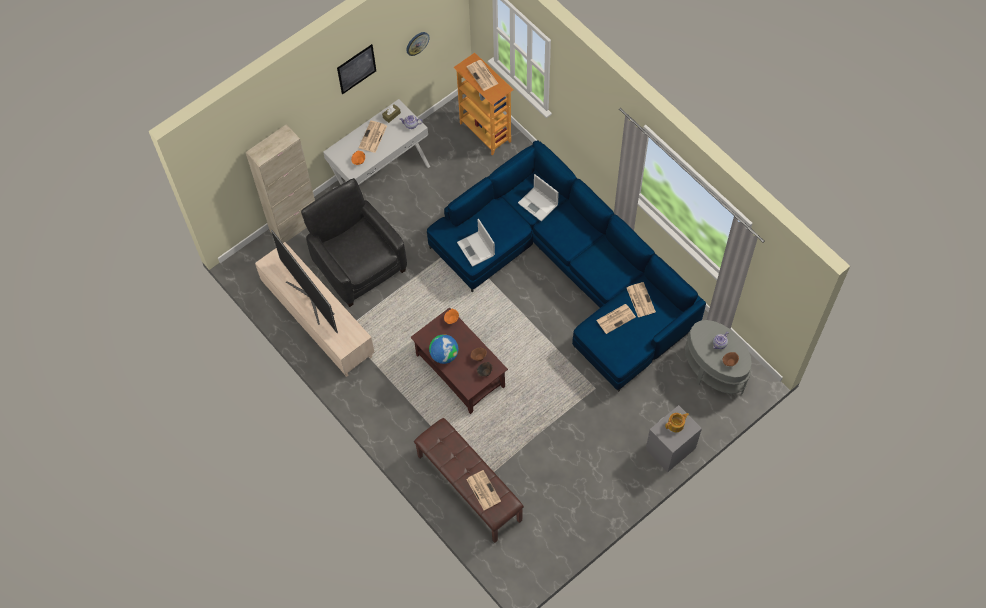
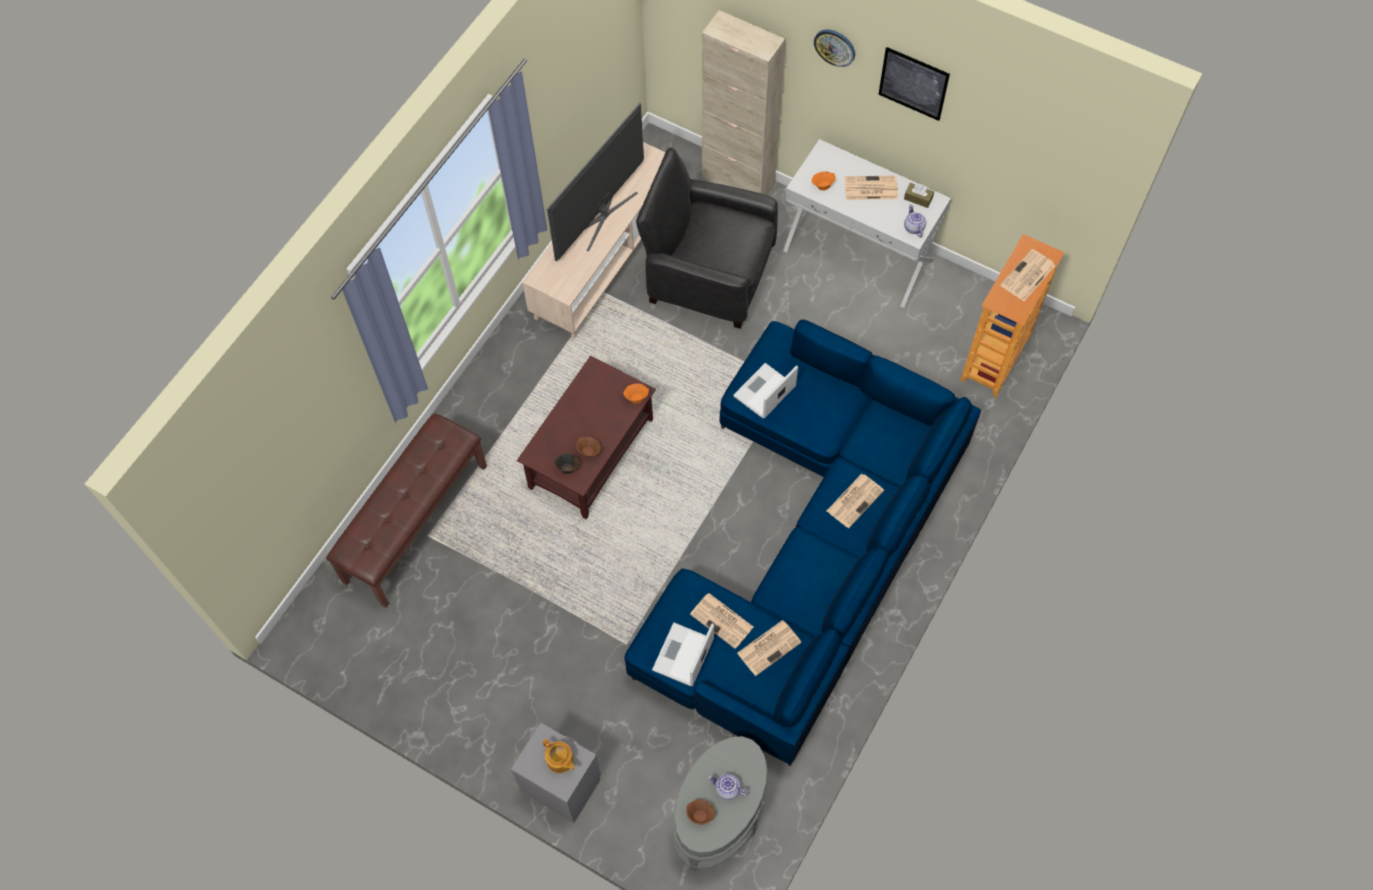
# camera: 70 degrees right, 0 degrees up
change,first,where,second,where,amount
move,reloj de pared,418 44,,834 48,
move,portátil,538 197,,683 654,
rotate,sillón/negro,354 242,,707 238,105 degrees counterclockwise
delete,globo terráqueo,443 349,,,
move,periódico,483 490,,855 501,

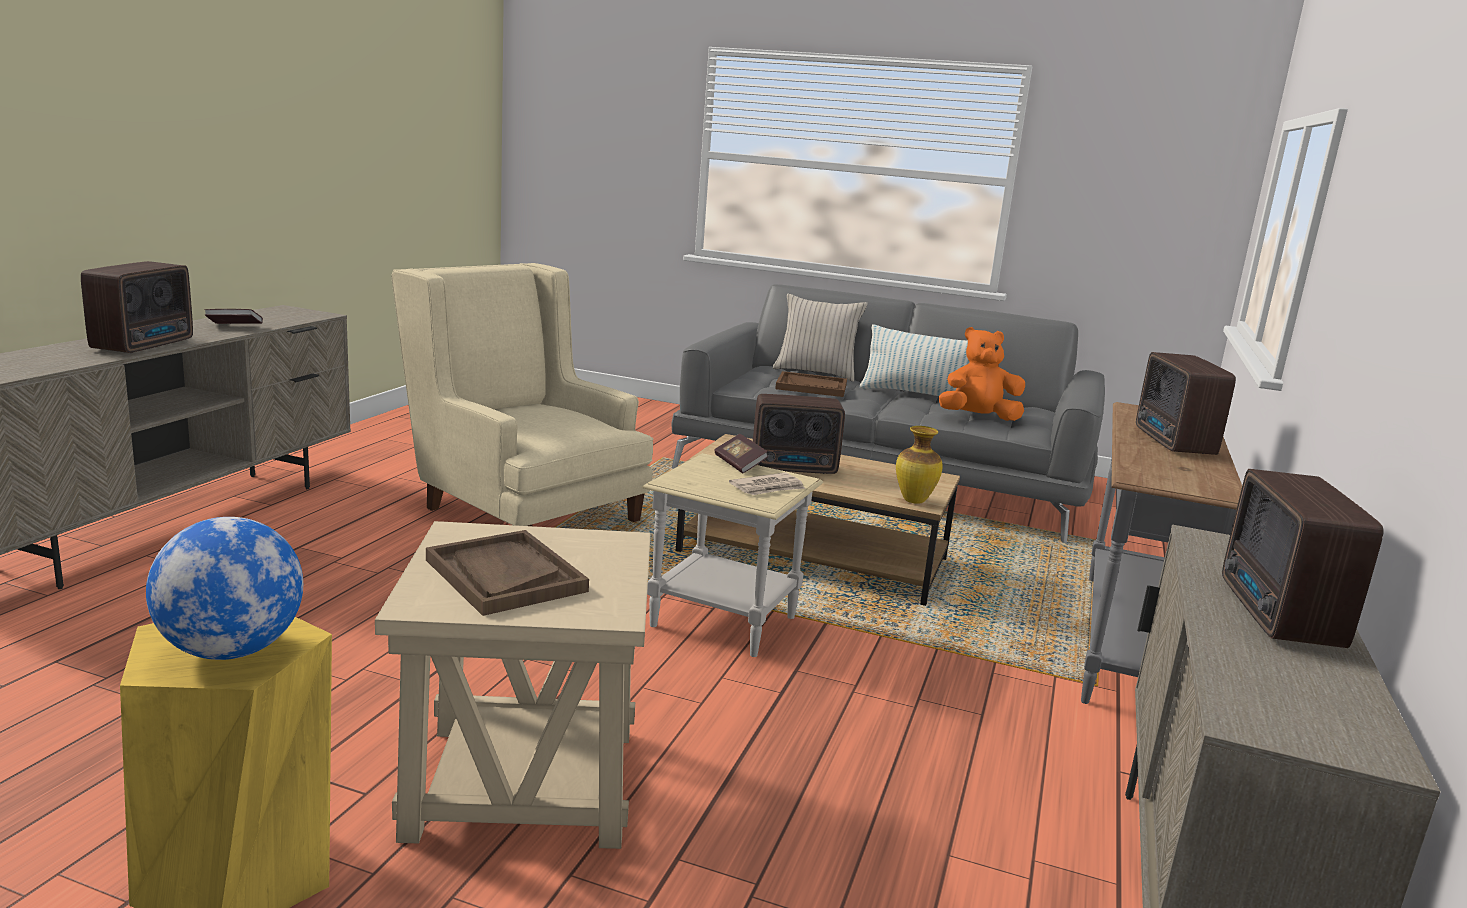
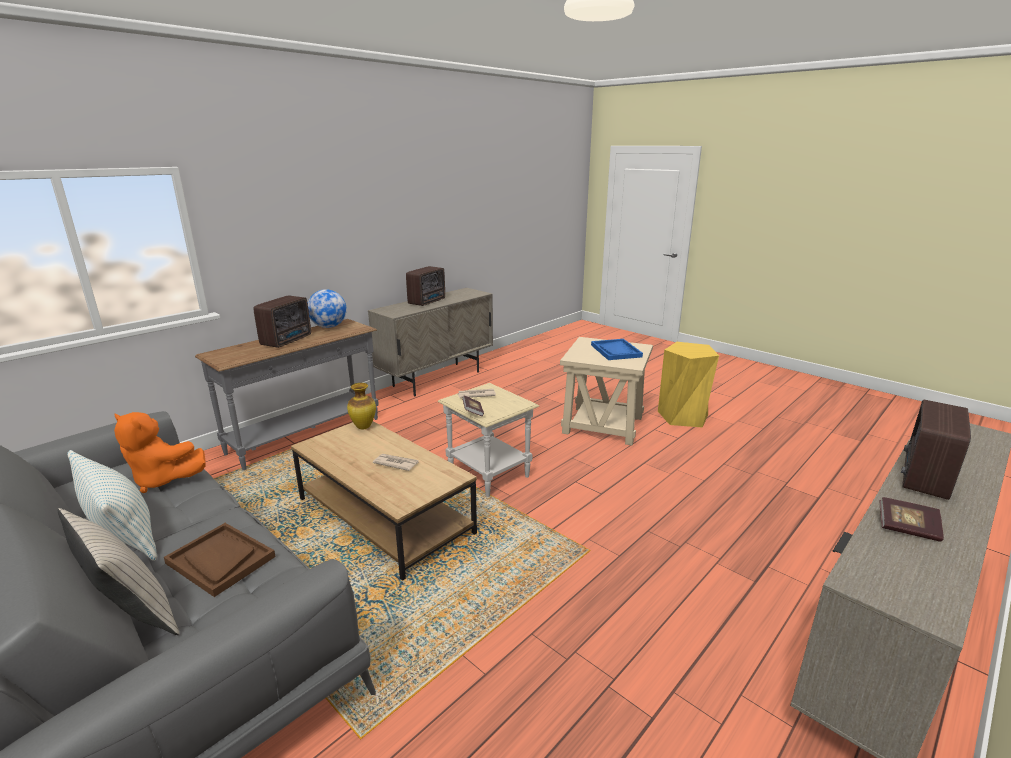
# camera: 155 degrees left, 5 degrees up
change,first,where,second,where,amount
delete,sillón/beis,522 394,,,
replace,radio,799 434,periódico,396 462,
move,globo terráqueo,224 588,,327 308,
recolor,bandeja/marrón,507 573,bandeja/azul,617 349,

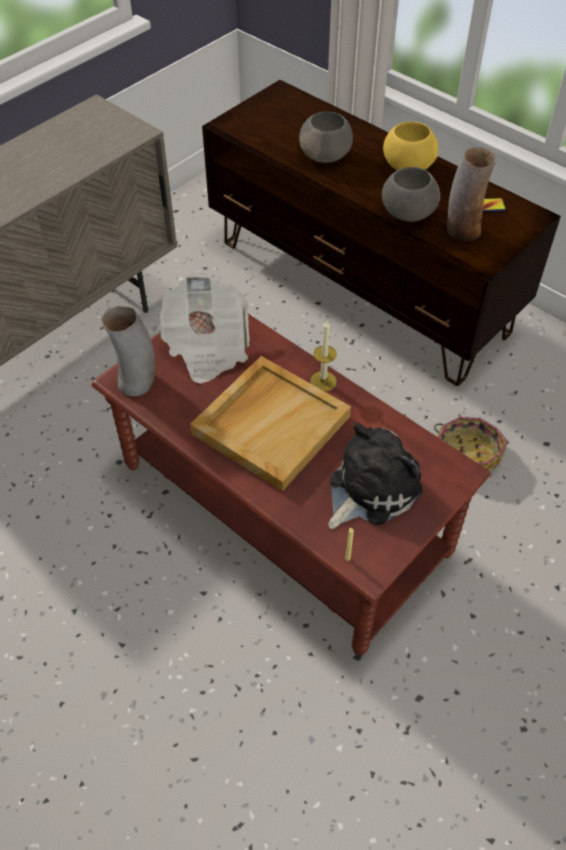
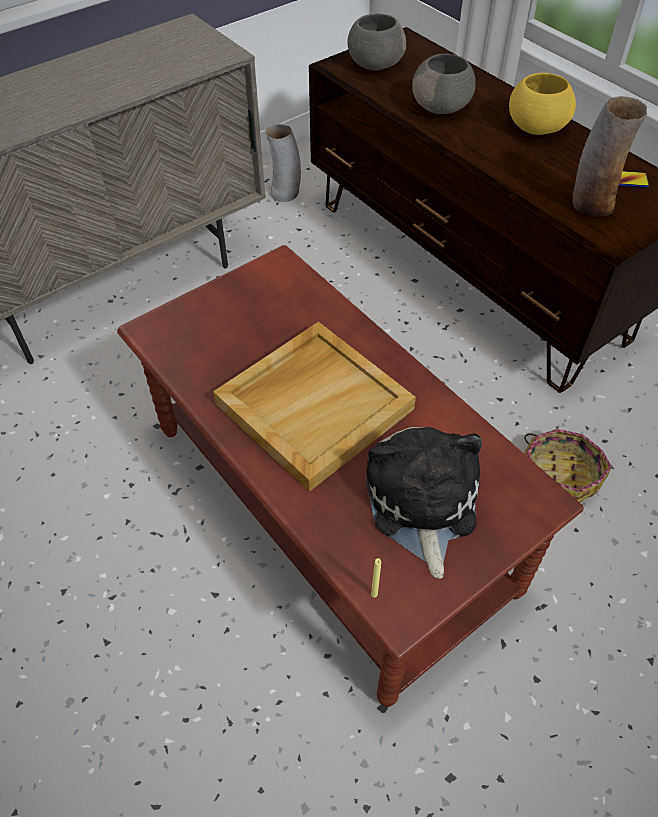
# camera: 10 degrees right, 0 degrees up
change,first,where,second,where,amount
move,cuenco/gris,411 194,,376 41,
delete,periódico,203 328,,,
move,florero,128 351,,283 163,
delete,vela,323 356,,,
rotate,peluche,375 475,,424 503,60 degrees counterclockwise

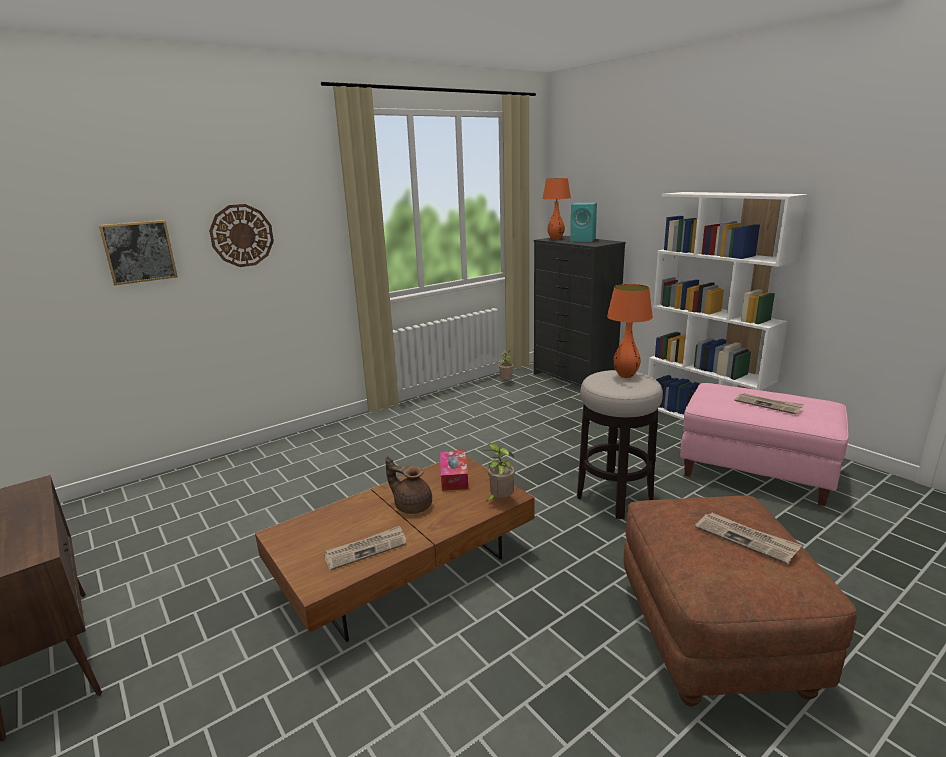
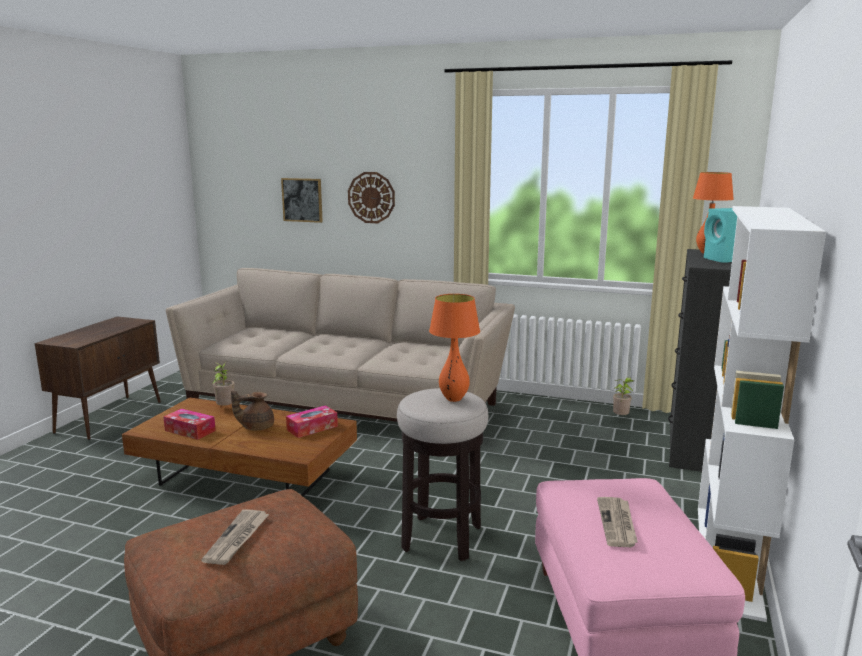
# camera: 55 degrees right, 5 degrees down
change,first,where,second,where,amount
move,planta en maceta,500 472,,223 384,
rotate,tetera/marrón,408 485,,252 410,105 degrees counterclockwise
replace,periódico,365 548,caja de pañuelos,189 424,
insert,,,sofá/beis,340 345,

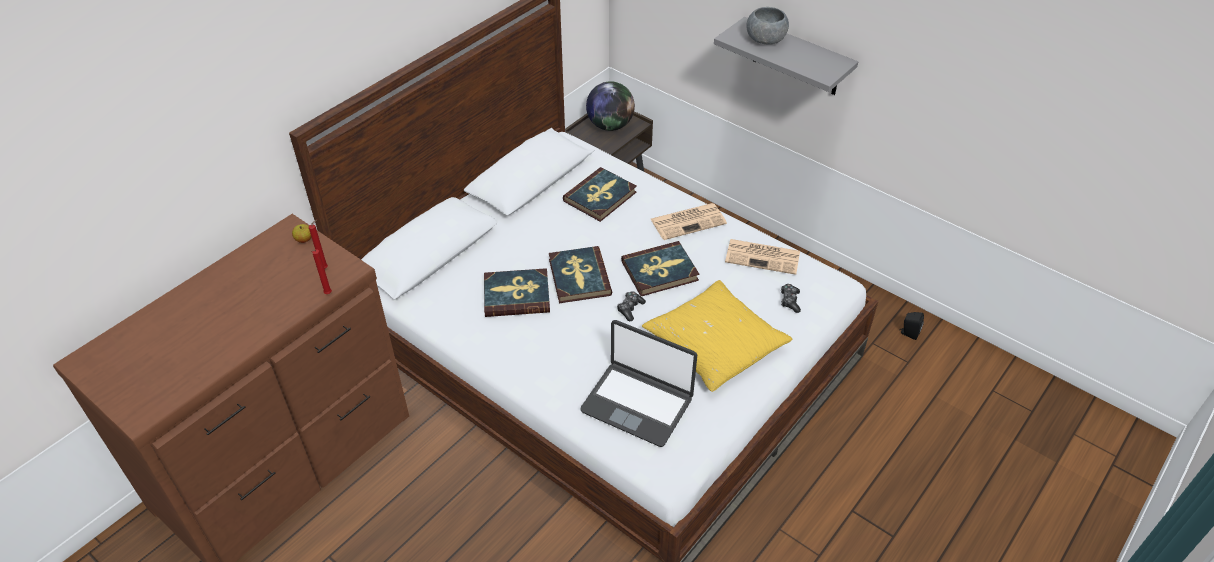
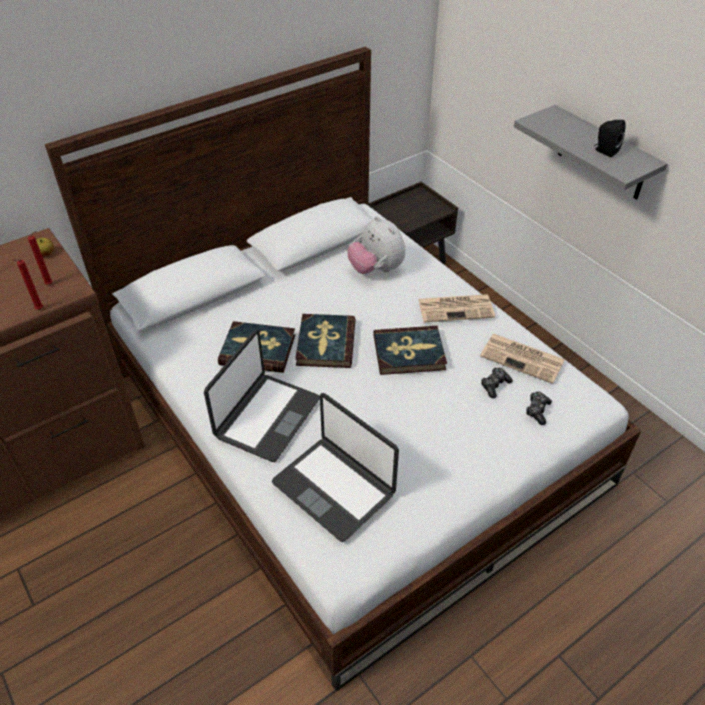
# camera: 15 degrees right, 0 degrees up
change,first,where,second,where,amount
delete,cuenco/gris,767 26,,,
delete,globo terráqueo,610 106,,,
replace,libro,600 194,peluche,376 245,
delete,cojín/amarillo,717 336,,,
move,mando de consola,631 306,,497 383,
move,altavoz/negro,911 326,,610 138,
insert,,,portátil,262 395,

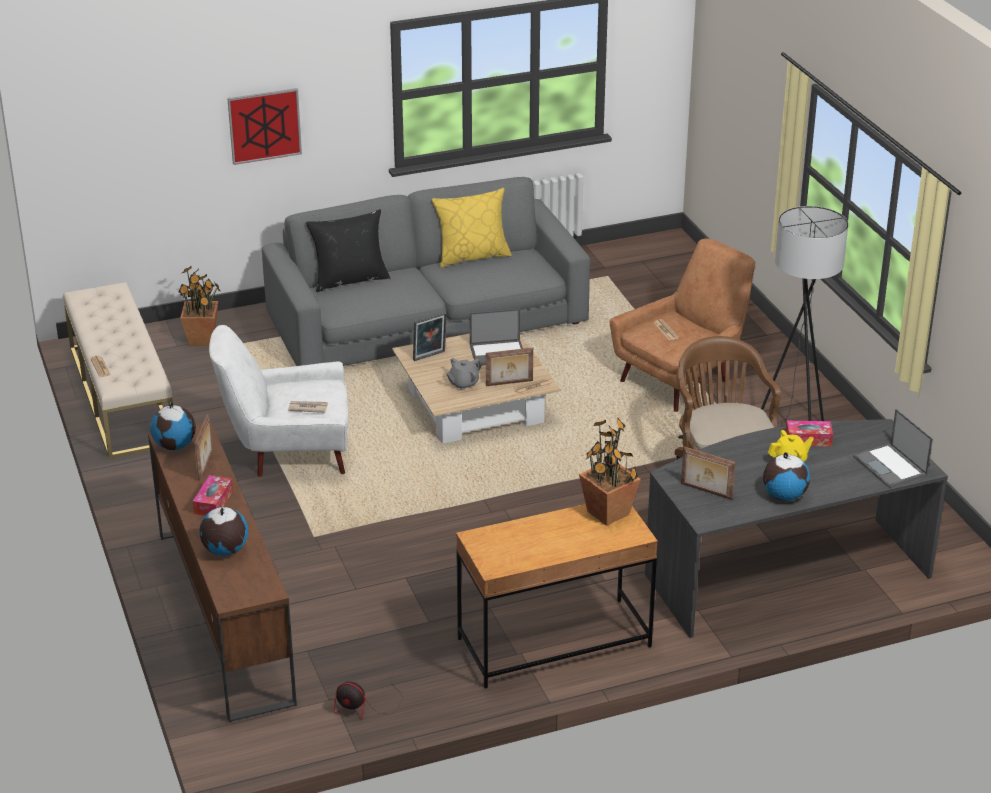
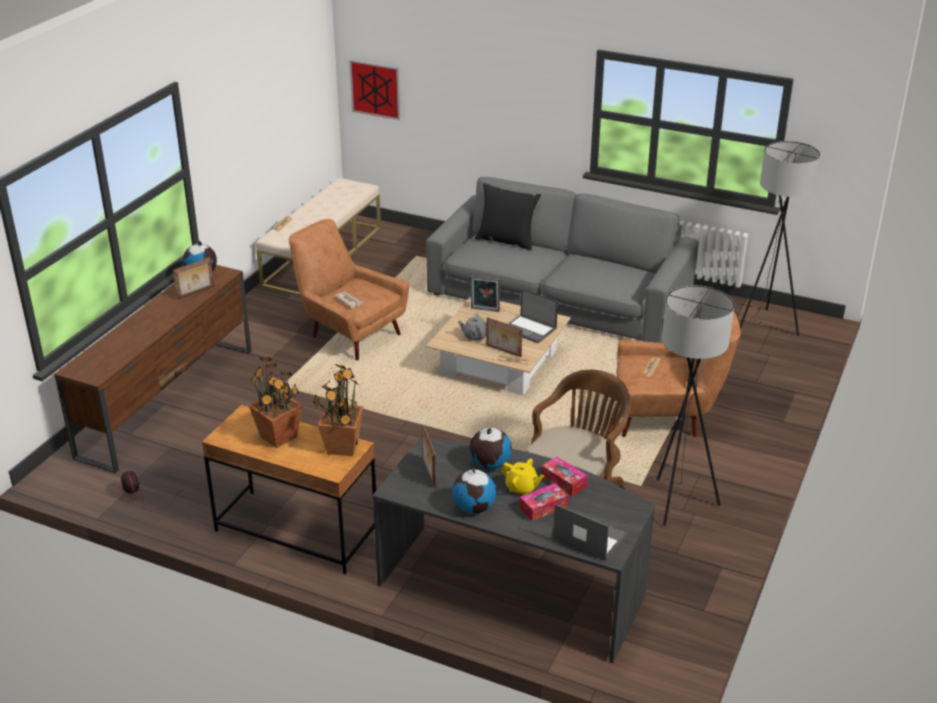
# camera: 45 degrees right, 0 degrees up
change,first,where,second,where,amount
move,cuadro,264 126,,375 90,
delete,cojín/amarillo,472 228,,,
move,planta en maceta,199 306,,275 402,
recolor,sillón/blanco,278 401,sillón/marrón,349 290,
rotate,portátil,893 448,,590 532,105 degrees clockwise
move,caja de pañuelos,213 495,,544 502,
move,globo terráqueo,223 531,,490 448,
insert,,,lámpara de pie/gris,780 238,

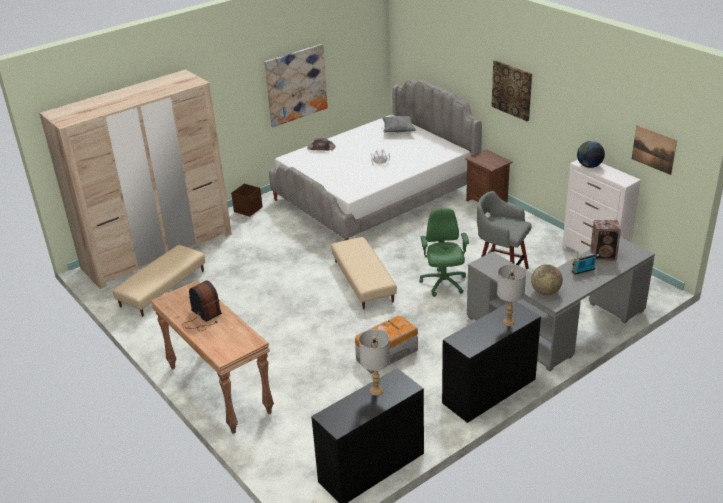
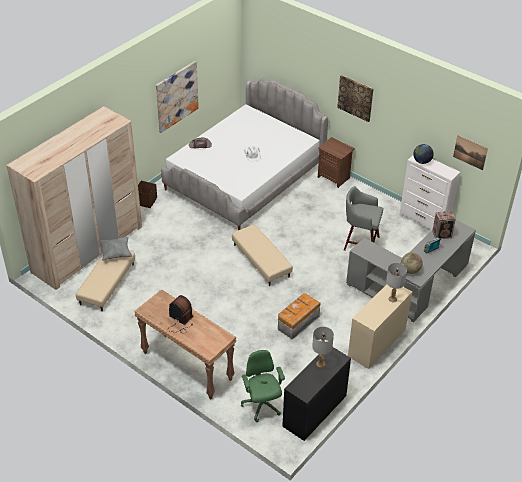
# camera: 15 degrees left, 10 degrees up
change,first,where,second,where,amount
move,cojín/gris,399 124,,115 248,
move,silla de oficina/verde,444 252,,263 386,
recolor,escritorio/negro,491 362,escritorio/beis,380 326,

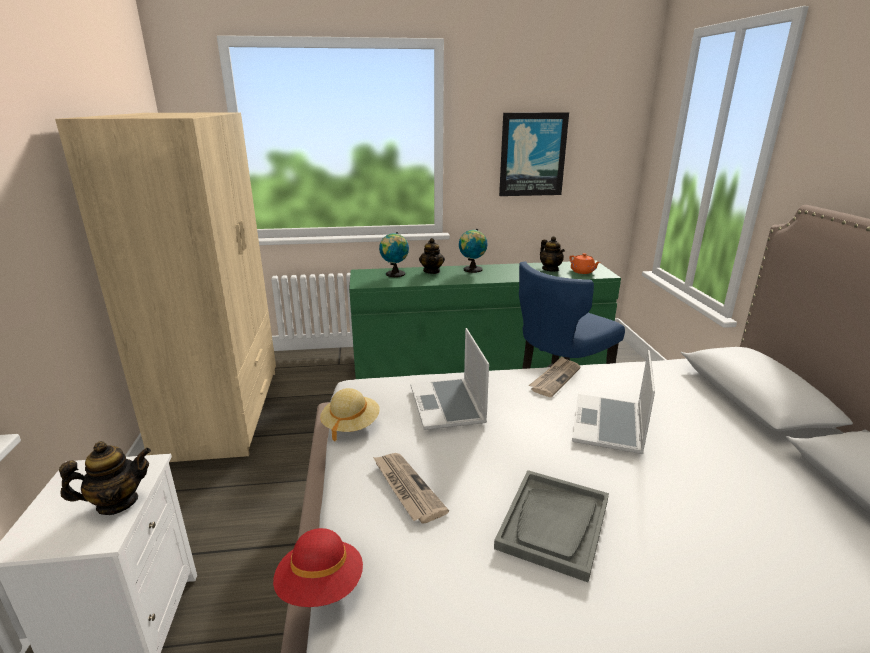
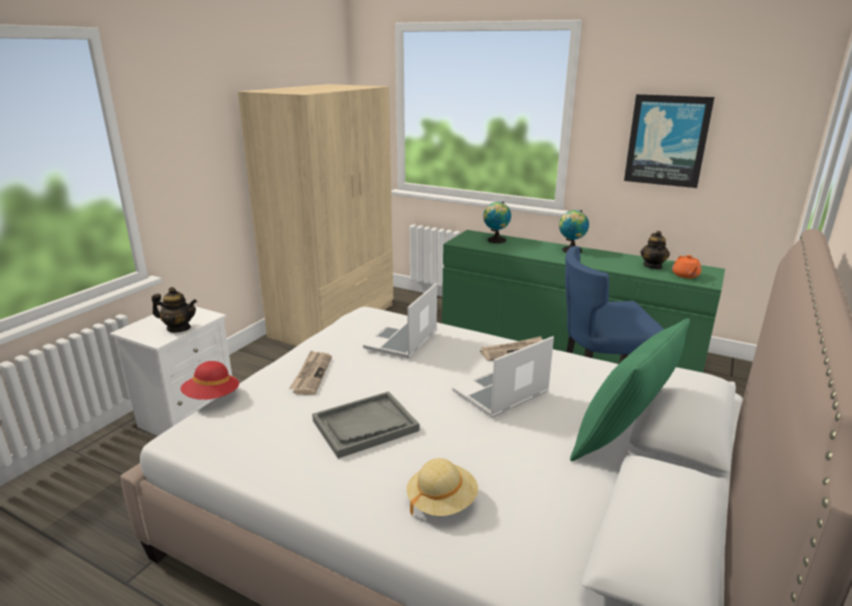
# camera: 35 degrees right, 0 degrees up
change,first,where,second,where,amount
delete,tetera,432 256,,,
move,sombrero/beis,350 415,,442 487,
insert,,,cojín/verde,630 389,

